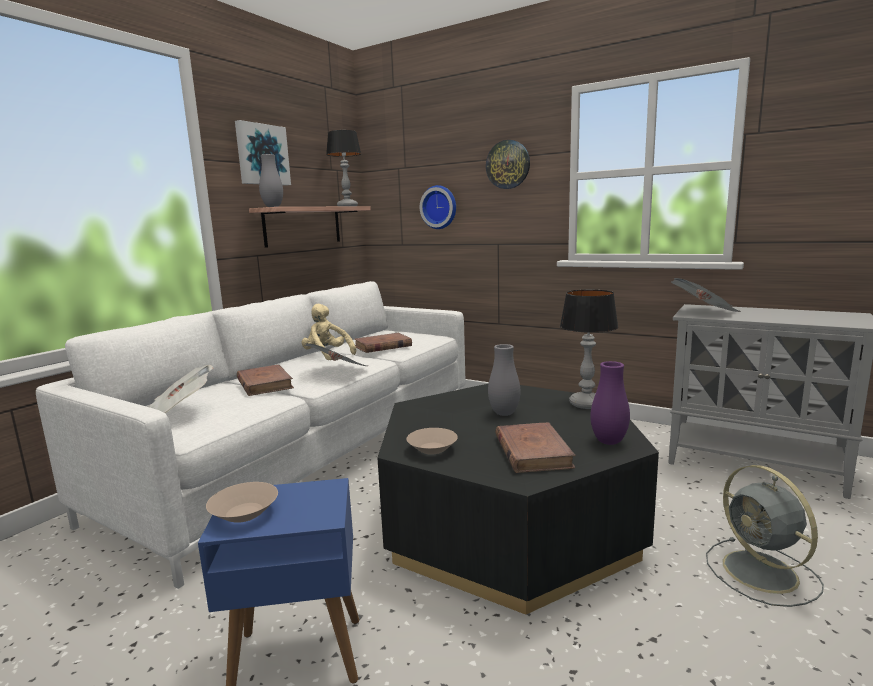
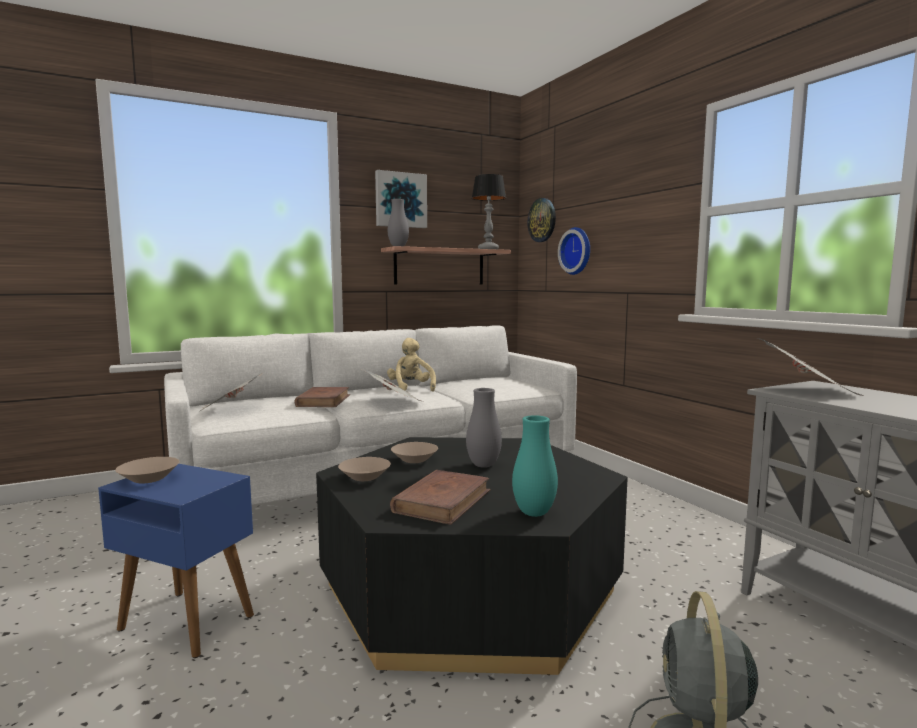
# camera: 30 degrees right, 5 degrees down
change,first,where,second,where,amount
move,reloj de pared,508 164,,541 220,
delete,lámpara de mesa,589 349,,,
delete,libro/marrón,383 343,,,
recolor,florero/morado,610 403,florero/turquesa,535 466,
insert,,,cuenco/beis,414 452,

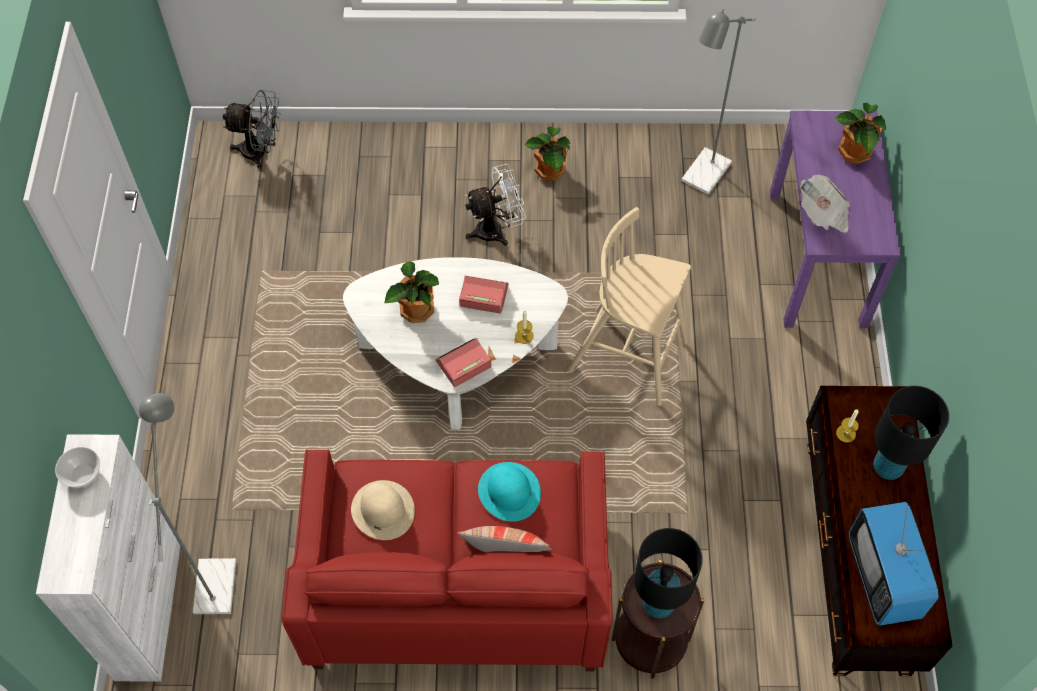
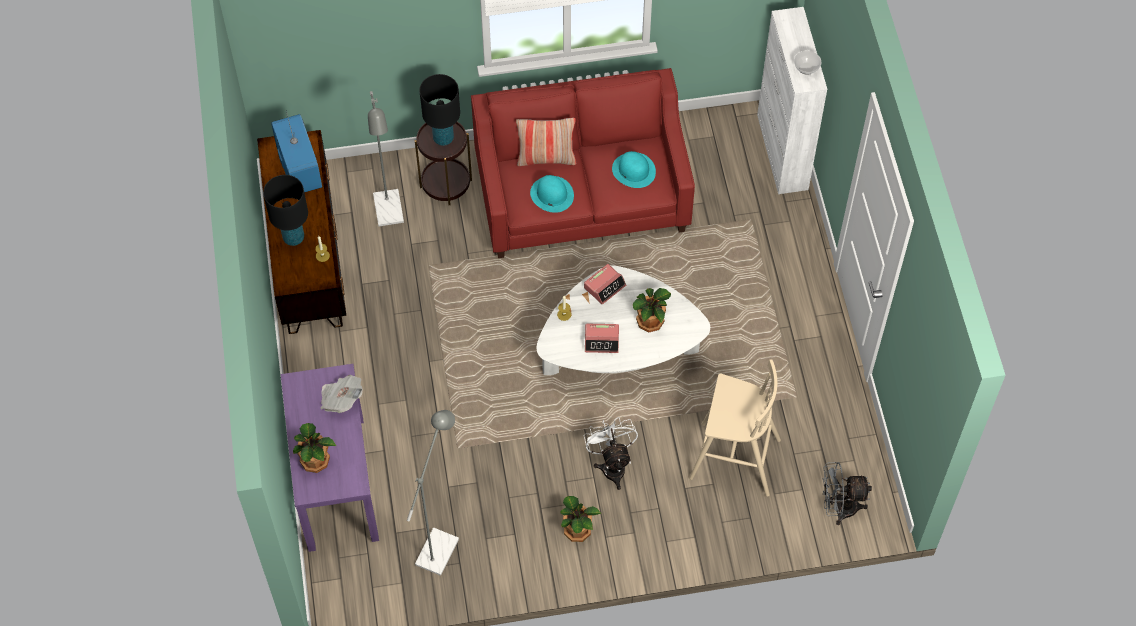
# camera: 170 degrees right, 0 degrees up
change,first,where,second,where,amount
rotate,ventilador/blanco,495 205,,611 453,105 degrees clockwise
move,taburete/beis,629 306,,735 428,
move,lámpara de pie/gris,187 503,,386 158,
recolor,sombrero/beis,383 510,sombrero/turquesa,634 169,

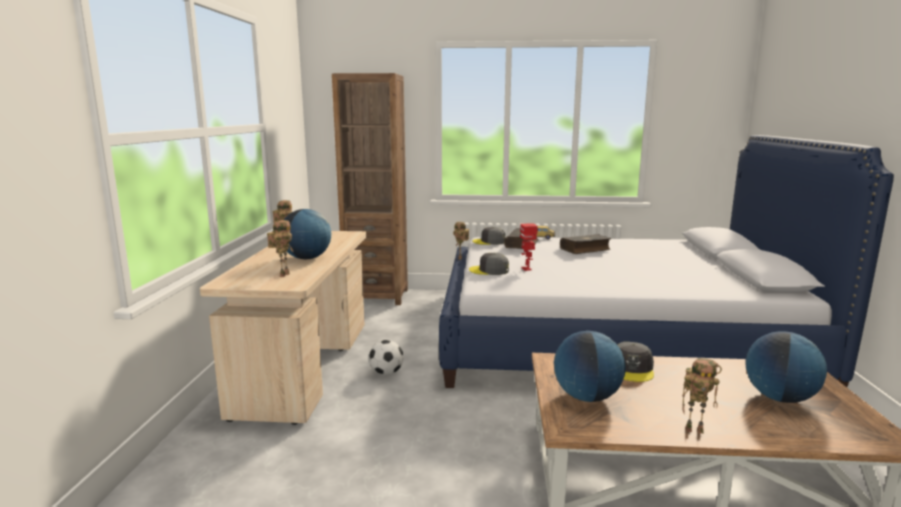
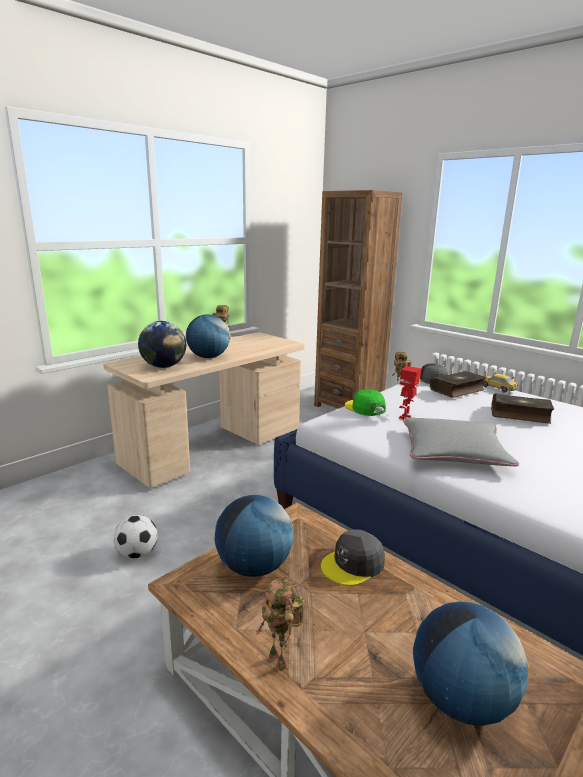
# camera: 40 degrees right, 5 degrees up
change,first,where,second,where,amount
replace,robot de juguete,280 248,globo terráqueo,162 344,
recolor,gorra/gris,489 264,gorra/verde,365 402,
move,balón de fútbol,386 357,,135 536,
insert,,,cojín/gris,461 442,

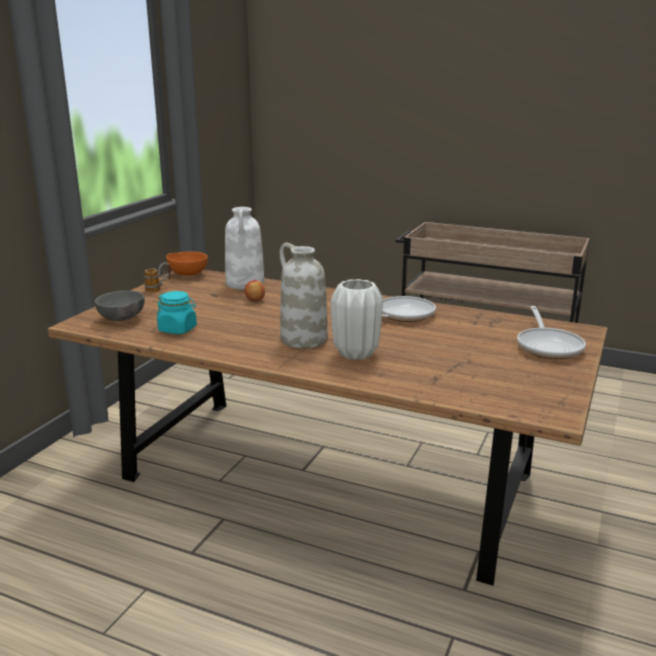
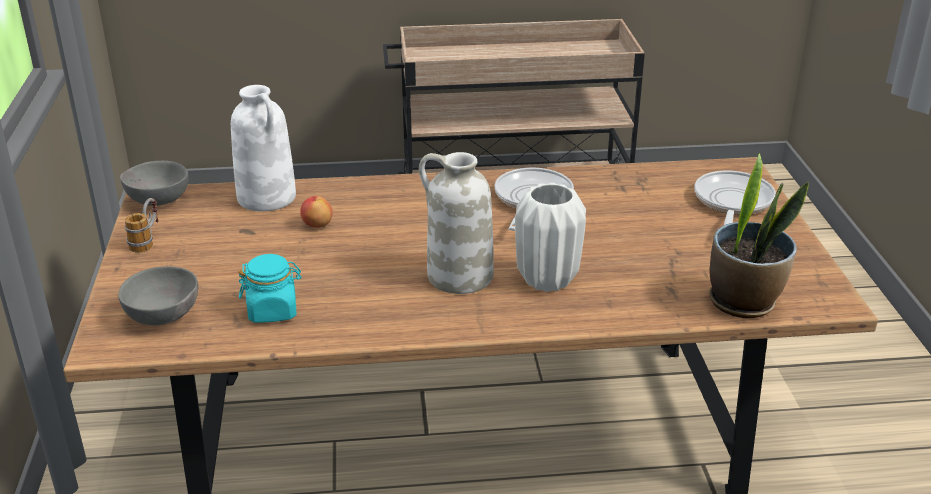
# camera: 30 degrees left, 10 degrees up
change,first,where,second,where,amount
recolor,cuenco/naranja,187 263,cuenco/gris,154 183,
rotate,sartén,551 332,,735 198,135 degrees counterclockwise
insert,,,planta en maceta,759 235,

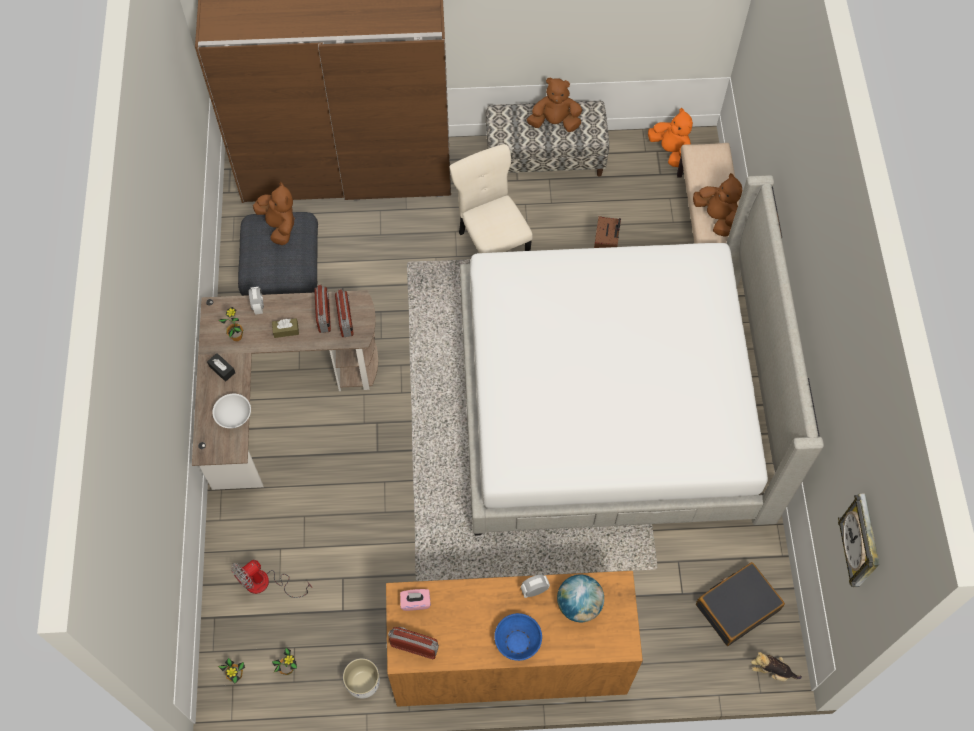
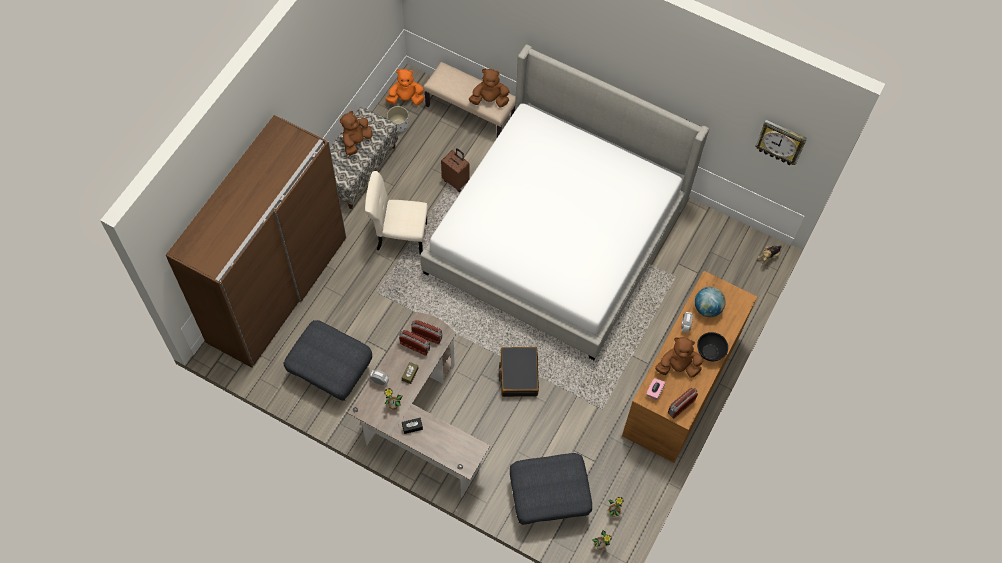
# camera: 60 degrees left, 0 degrees up
change,first,where,second,where,amount
move,peluche/marrón,274 213,,679 357,
delete,cuenco/blanco,232 411,,,
replace,ventilador,271 579,puf/gris,551 489,
move,maleta/negro,740 604,,518 372,
recolor,cuenco/azul,518 637,cuenco/negro,712 346,
move,maceta/blanco,361 678,,398 119,

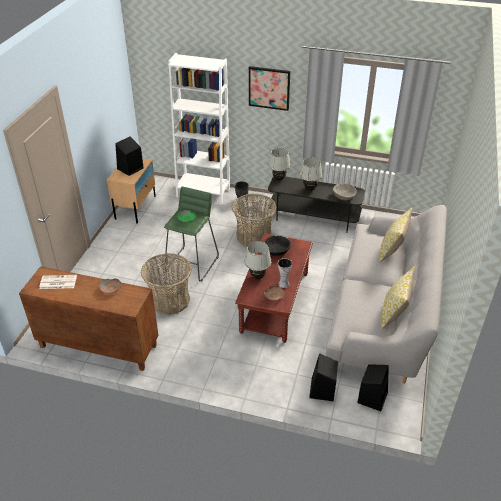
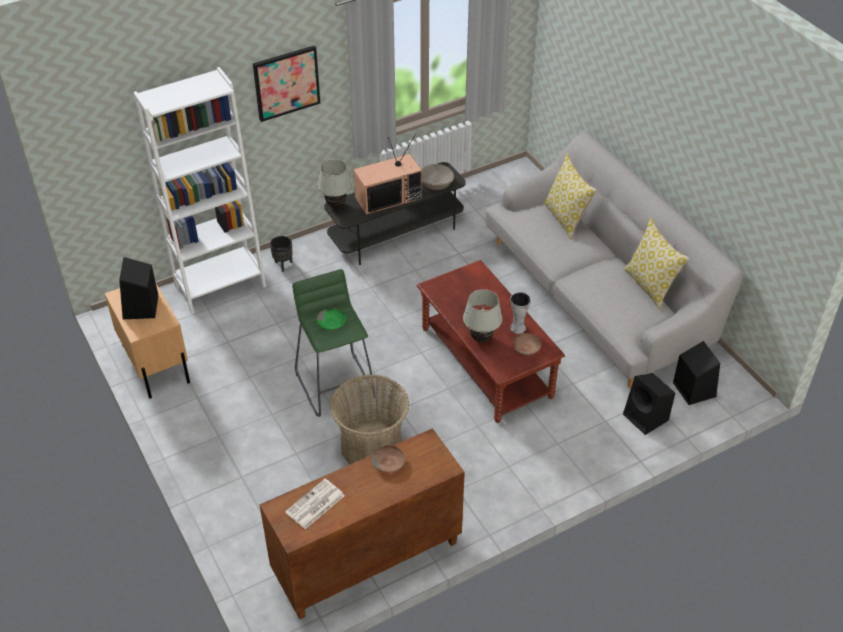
# camera: 45 degrees left, 5 degrees up
change,first,where,second,where,amount
replace,lámpara de mesa/blanco,311 174,televisor,387 174,
delete,cesta,254 220,,,
delete,cuenco/negro,277 245,,,

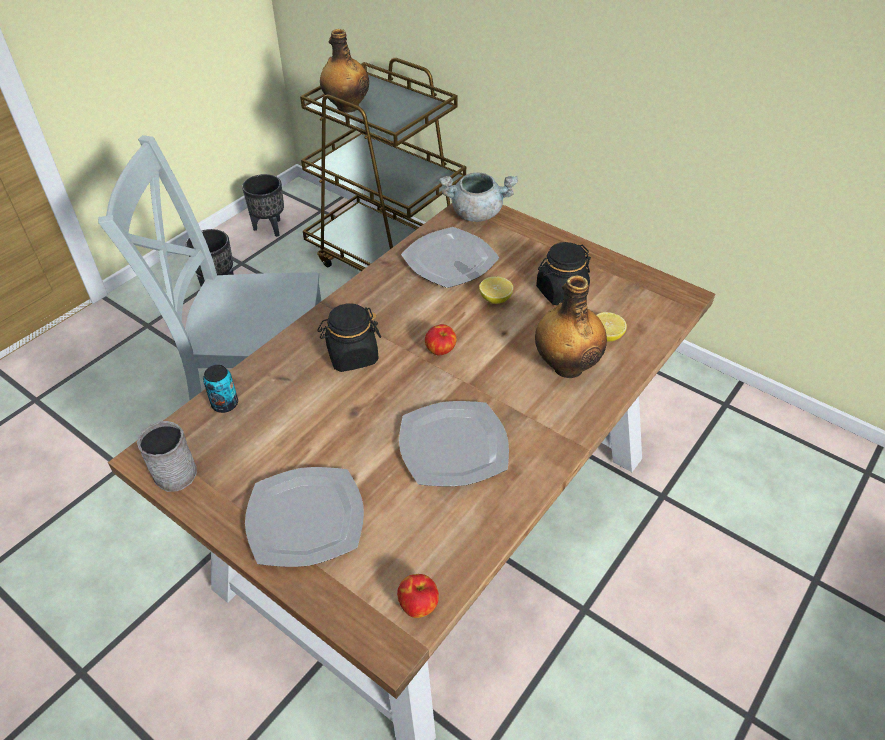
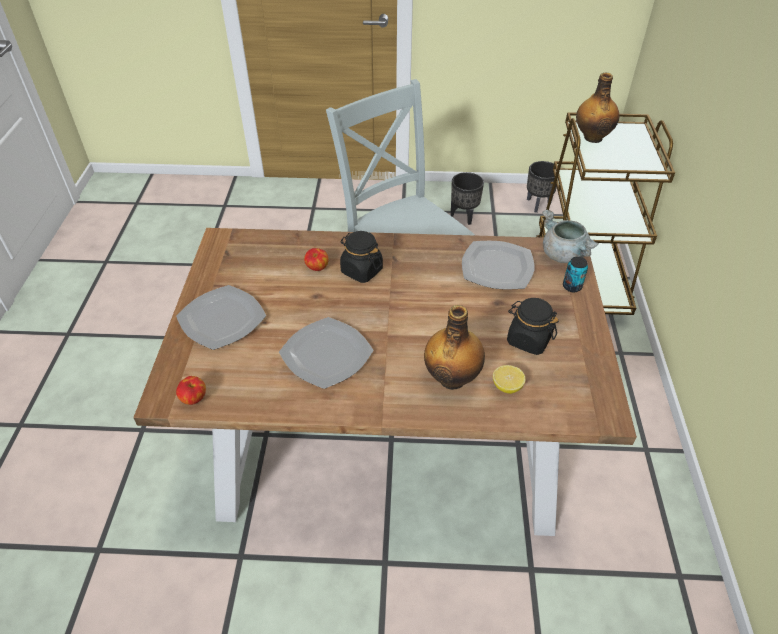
# camera: 55 degrees right, 0 degrees up
change,first,where,second,where,amount
delete,limón,496 290,,,
move,manzana,441 339,,316 259,
move,lata,220 389,,575 274,
delete,taza grande/gris,167 456,,,

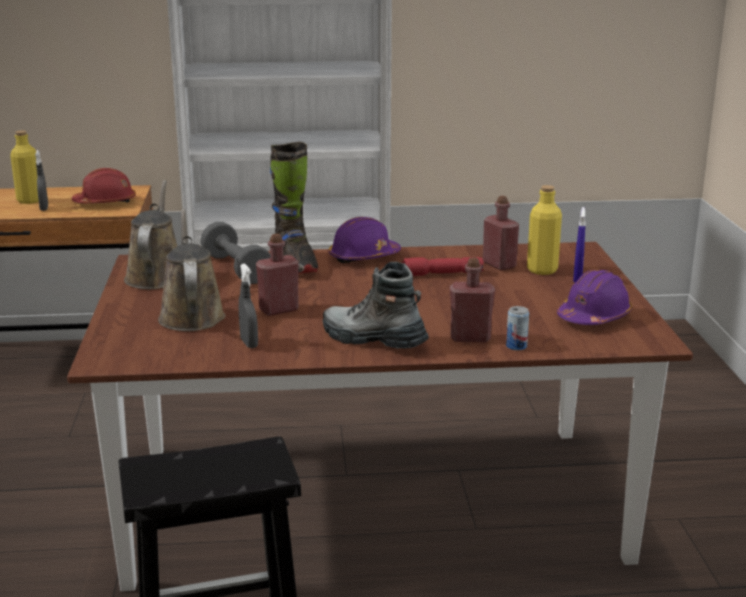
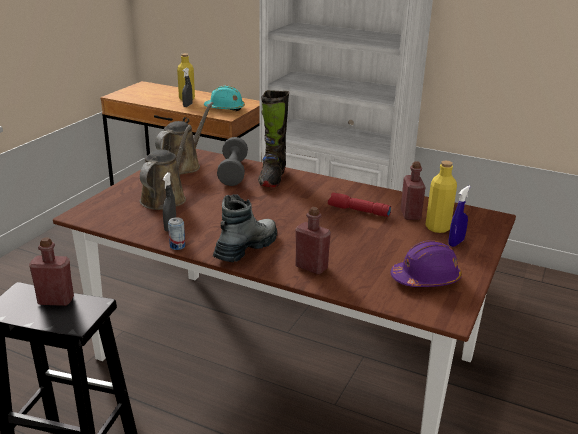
# camera: 30 degrees right, 5 degrees up
change,first,where,second,where,amount
recolor,casco/rojo,104 185,casco/turquesa,224 98,
delete,casco/morado,365 240,,,
move,botella/rojo,277 275,,51 272,
rotate,bota,375 305,,245 228,60 degrees clockwise
move,lata,517 328,,176 233,

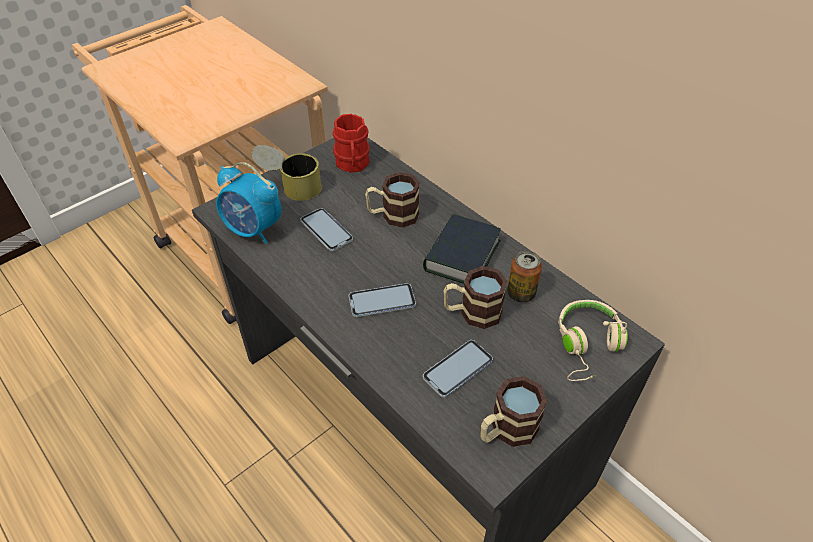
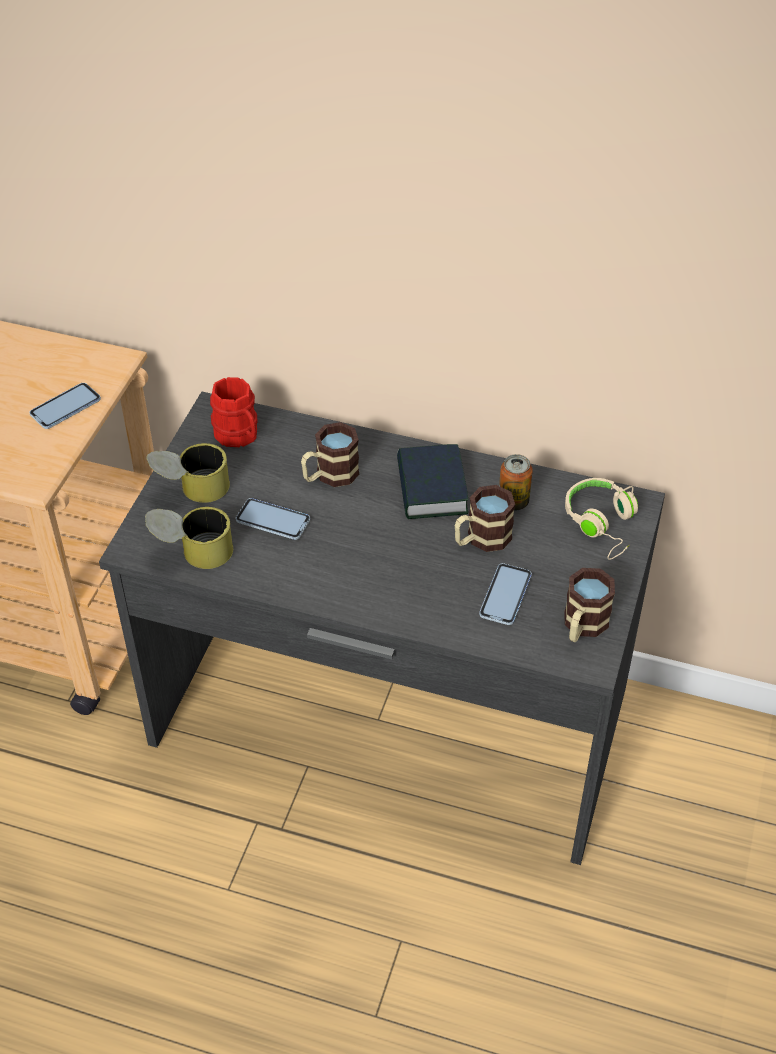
# camera: 30 degrees left, 0 degrees up
change,first,where,second,where,amount
replace,despertador,248 203,lata,189 538,
move,móvil,382 300,,65 406,

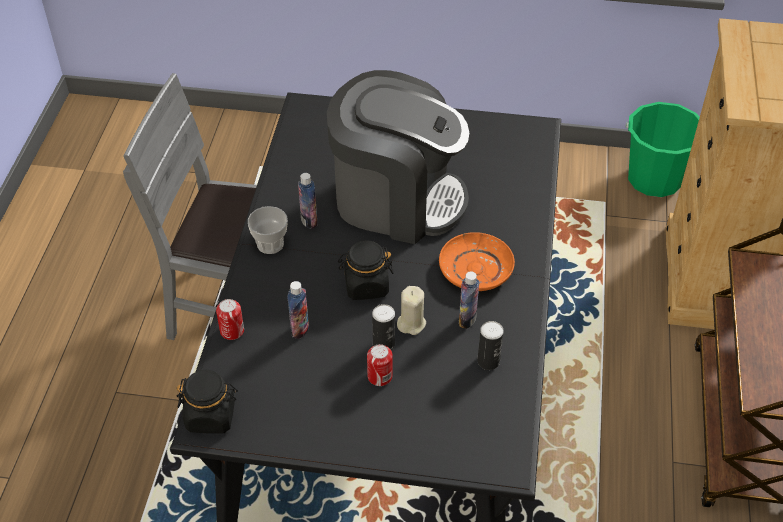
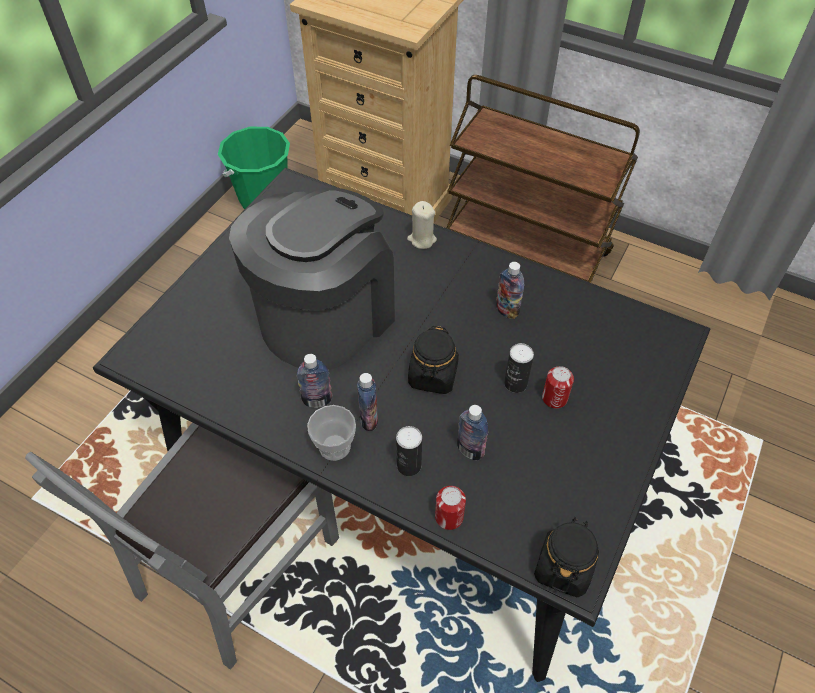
# camera: 70 degrees left, 5 degrees up
change,first,where,second,where,amount
delete,plato/naranja,477 261,,,
move,vela/beis,411 310,,422 225,
move,lata,490 345,,409 451,
insert,,,botella,367 402,

